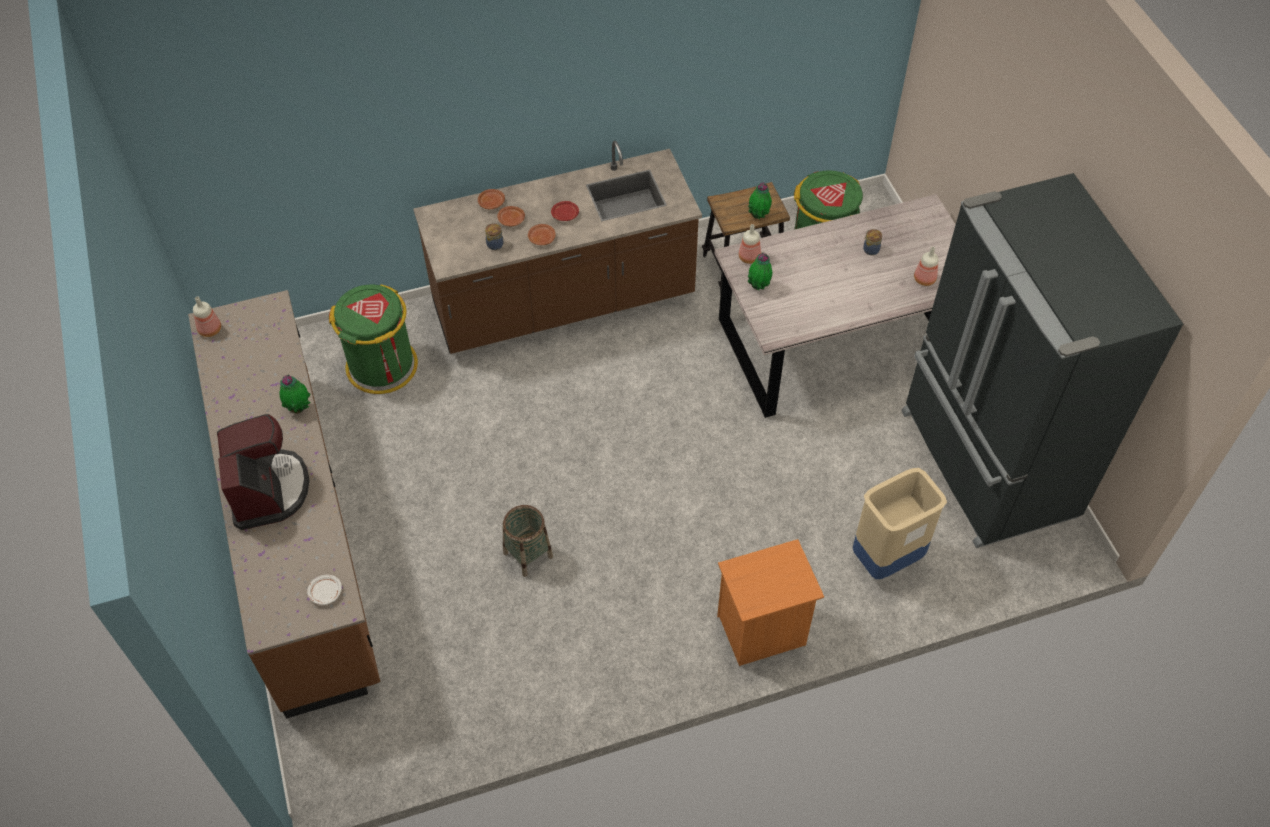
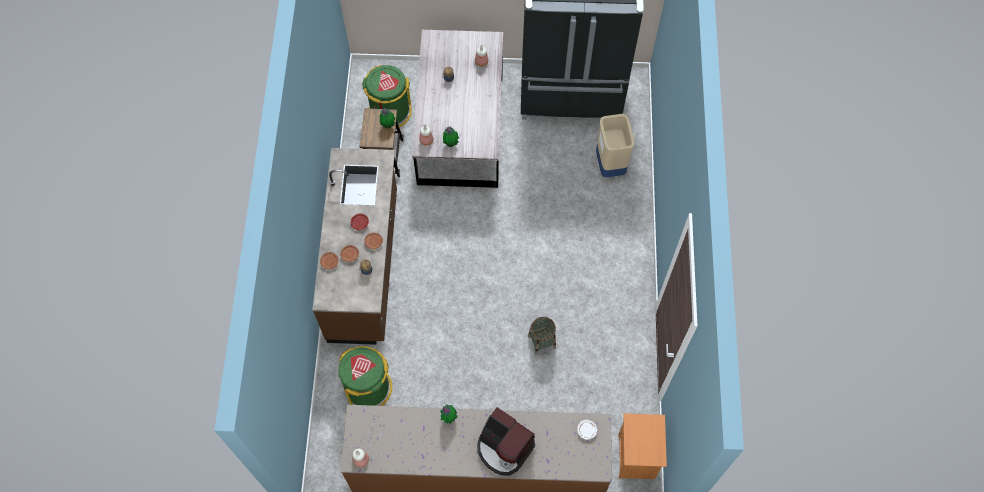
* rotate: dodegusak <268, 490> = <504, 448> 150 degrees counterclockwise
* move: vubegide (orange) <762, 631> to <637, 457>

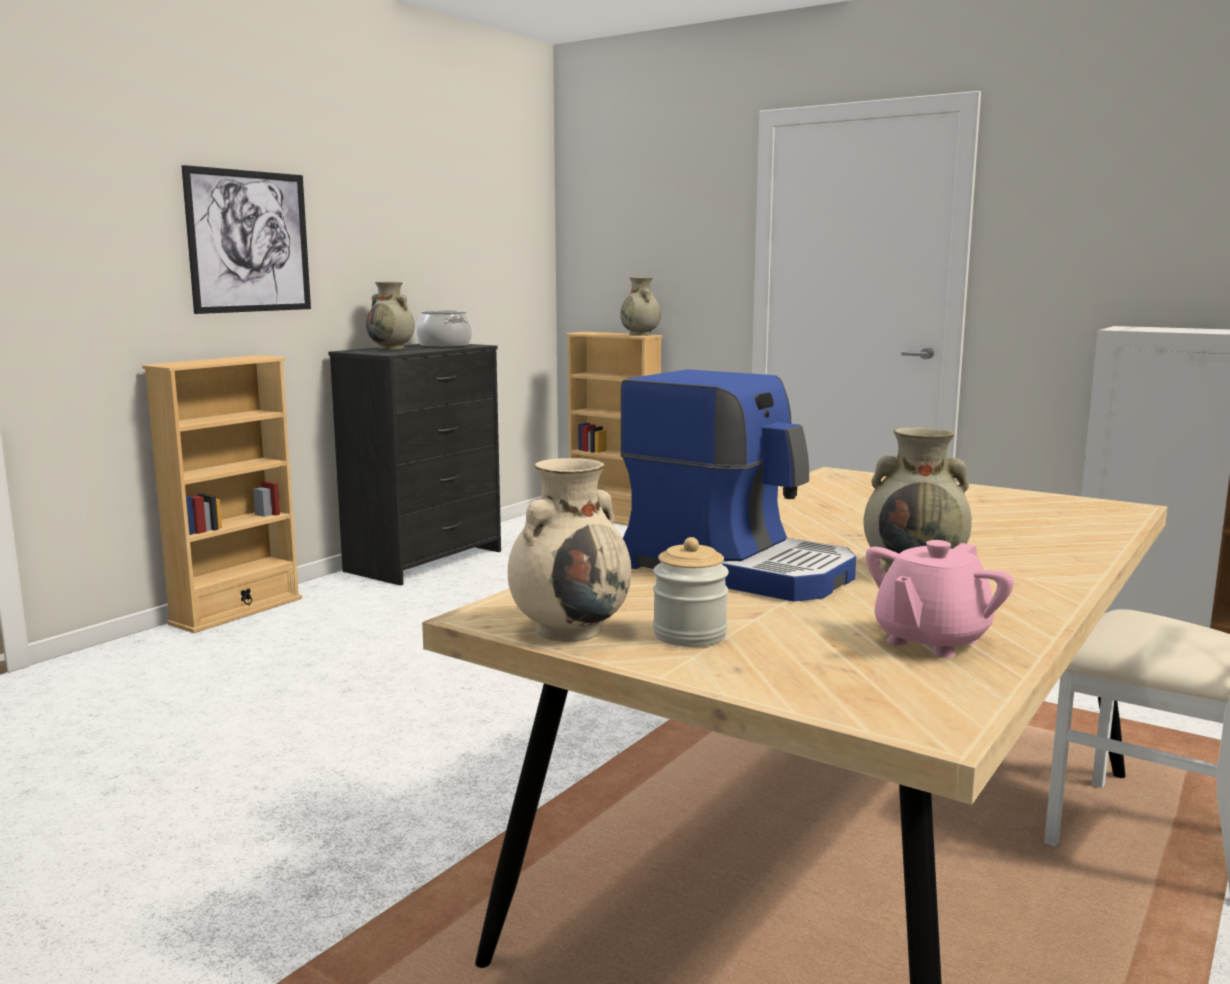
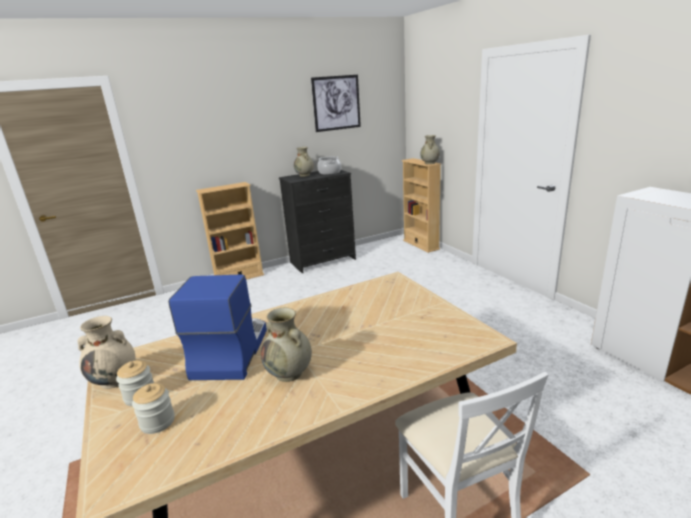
* move: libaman <249, 241> to <336, 103>
* rotate: dodegusak <739, 569> = <230, 352> 150 degrees counterclockwise
* delete: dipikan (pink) <930, 641>
* insert: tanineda <157, 422>

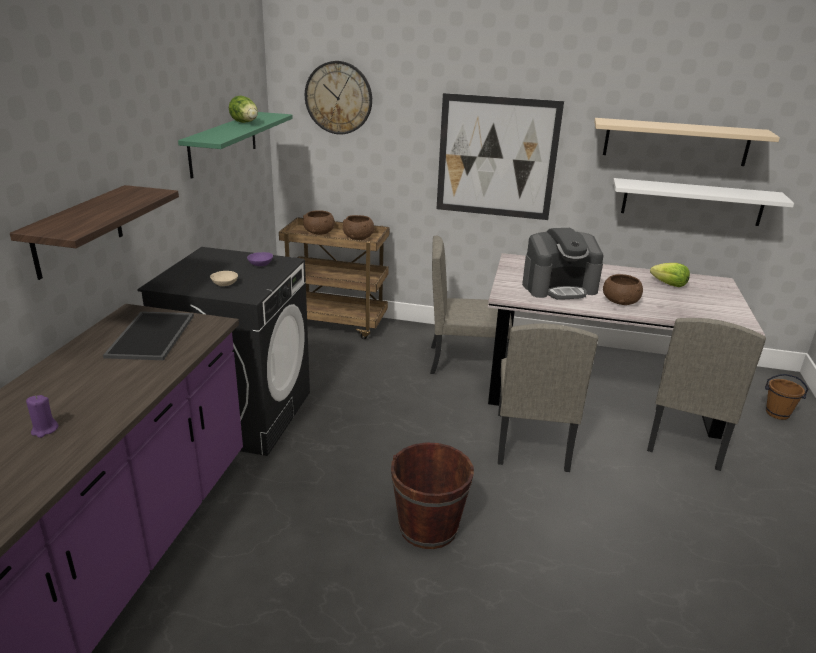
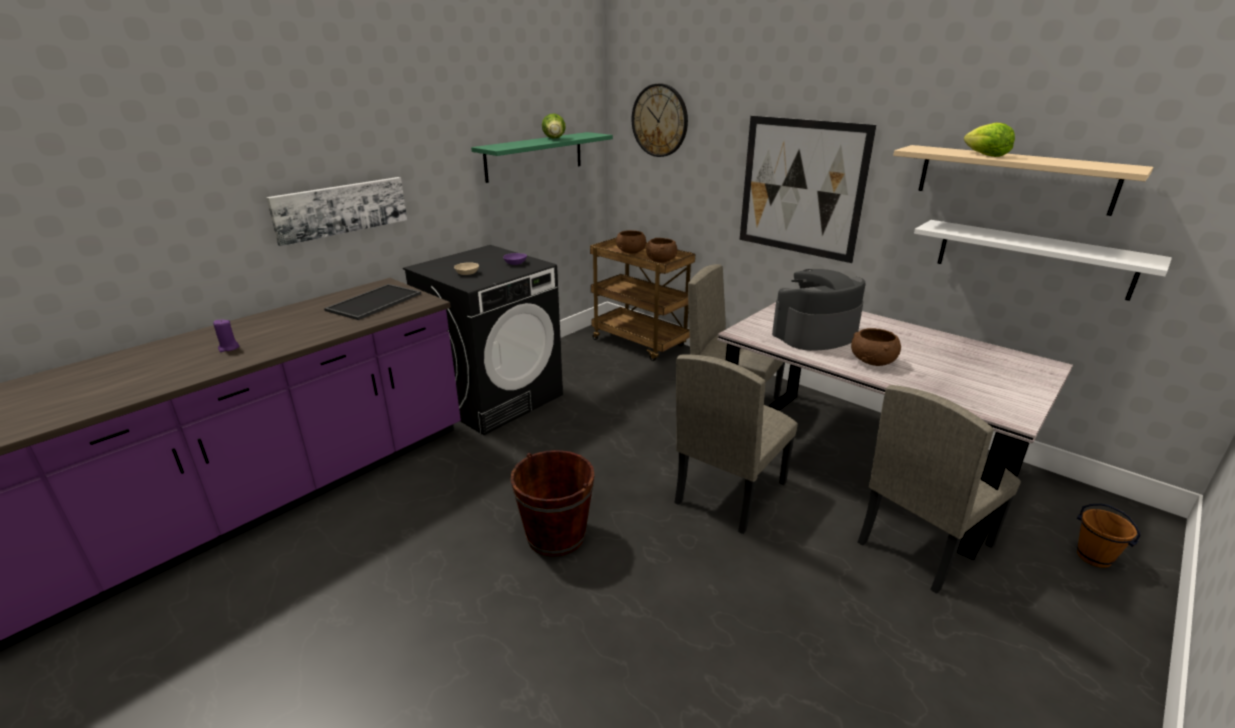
* replace: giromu <78, 231> to libaman <341, 209>
* rotate: dodegusak <559, 287> = <814, 334> 135 degrees clockwise
* move: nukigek <669, 284> to <985, 155>

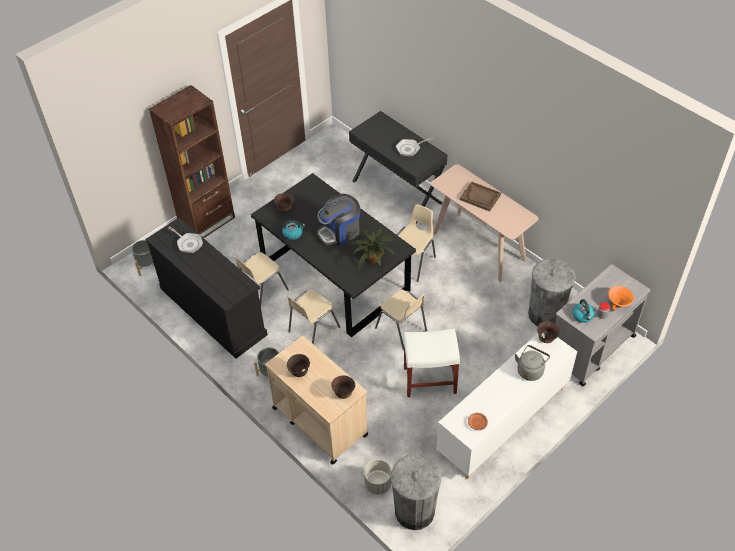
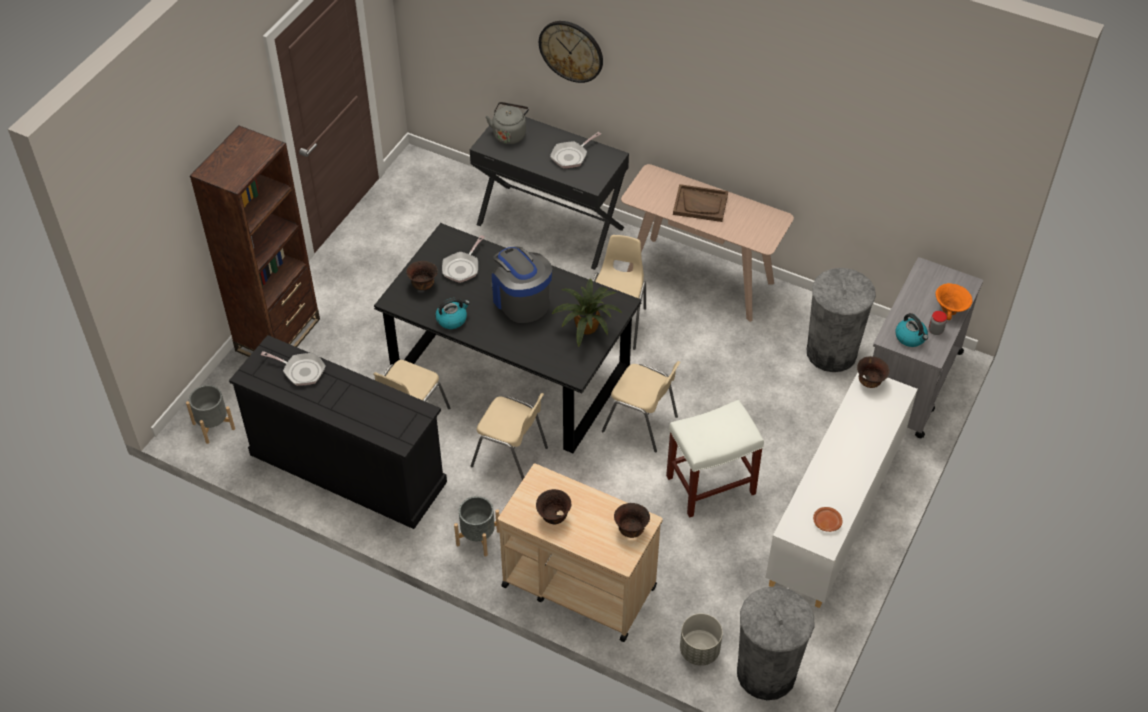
* rotate: dodegusak <340, 232> = <521, 300> 105 degrees clockwise
* rotate: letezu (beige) <312, 330> = <511, 457> 90 degrees counterclockwise
* move: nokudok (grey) <530, 370> to <509, 134>
* insert: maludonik <571, 51>
* insert: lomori <462, 267>

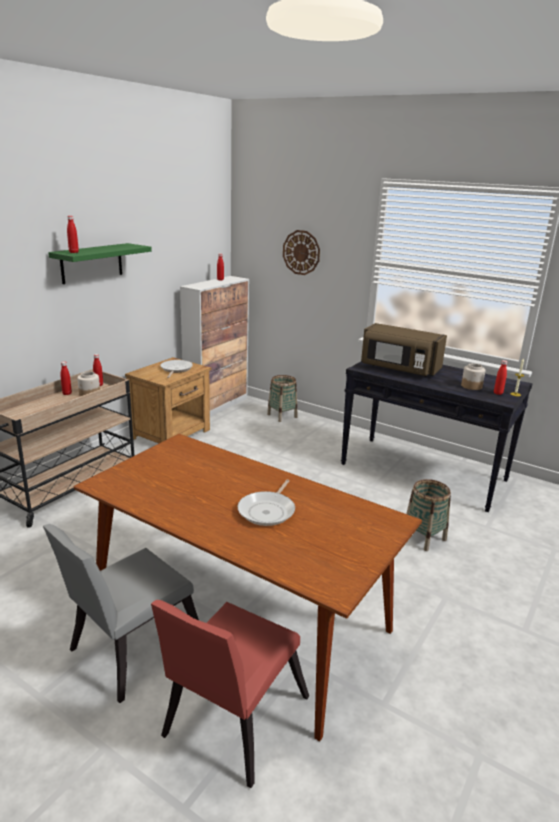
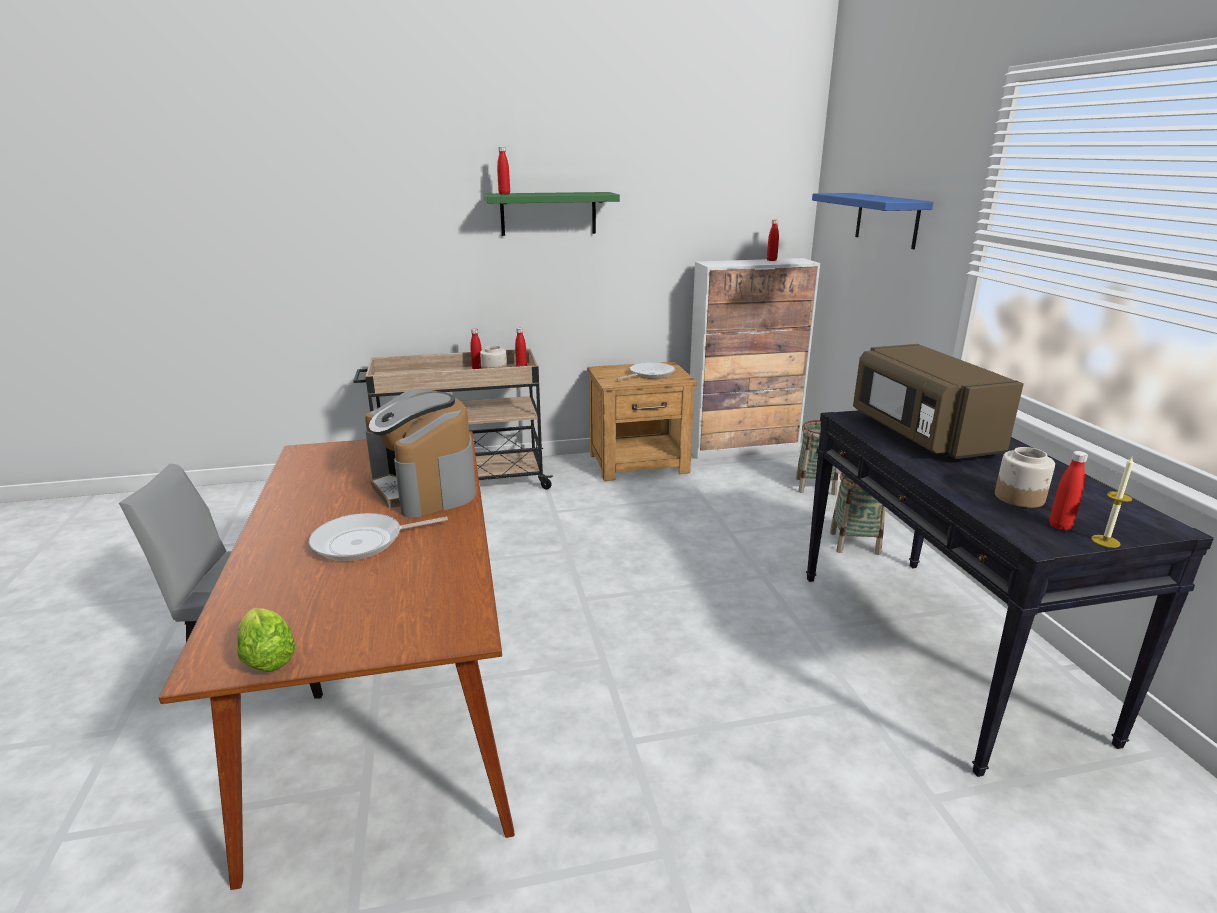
* replace: maludonik <301, 252> to giromu (blue) <887, 220>
* move: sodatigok <423, 538> to <854, 543>
* delete: letezu (red) <230, 721>
* insert: dodegusak <425, 487>
* insert: nukigek <267, 656>

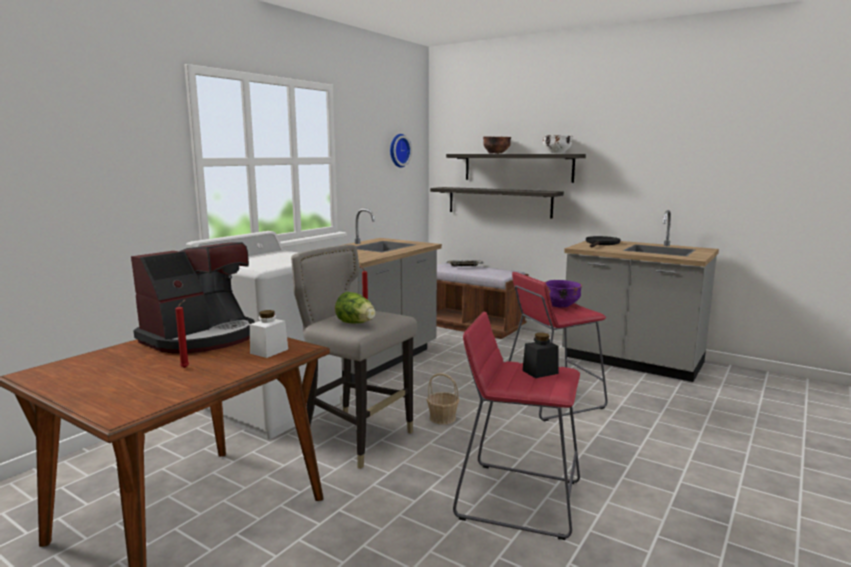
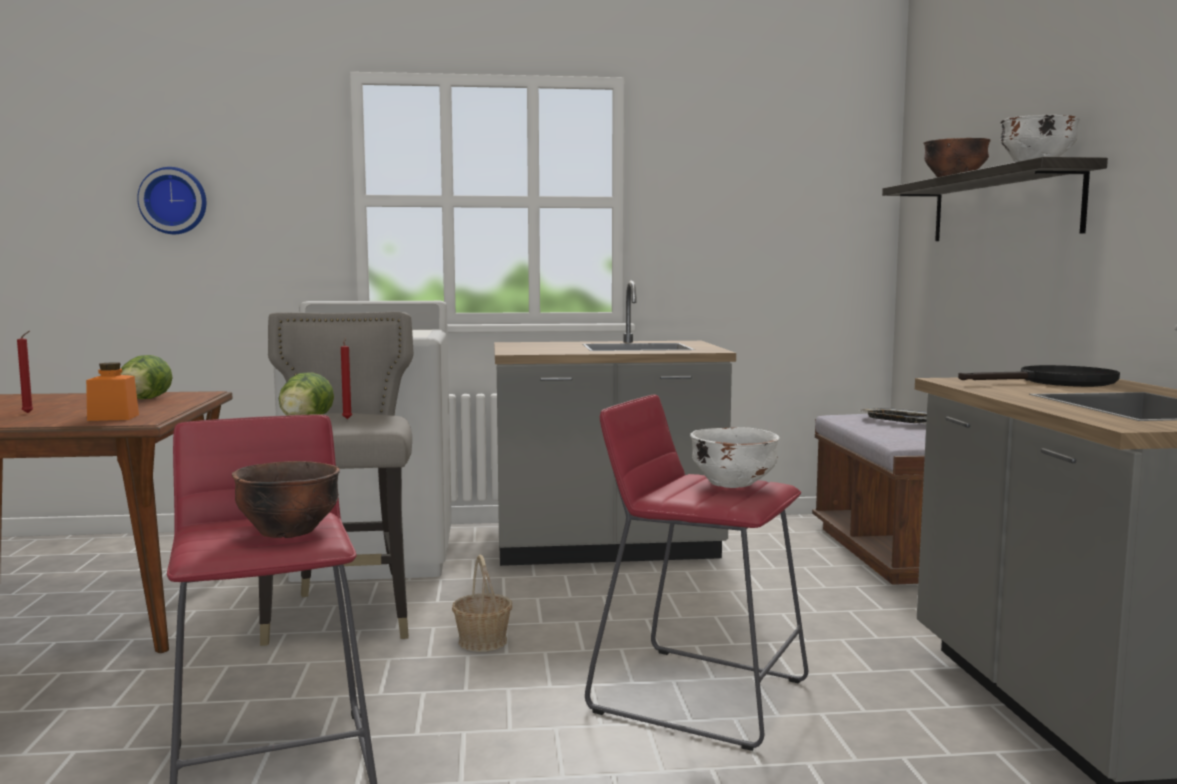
* move: maludonik <398, 150> to <174, 201>
* delete: giromu <499, 202>
* replace: dodegusak <201, 338> to nukigek <143, 400>
* recolor: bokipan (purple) <561, 305> to bokipan (white) <734, 485>
* recolor: tanineda (white) <269, 351> to tanineda (orange) <113, 417>
* replace: tanineda (black) <540, 372> to bokipan (brown) <287, 531>

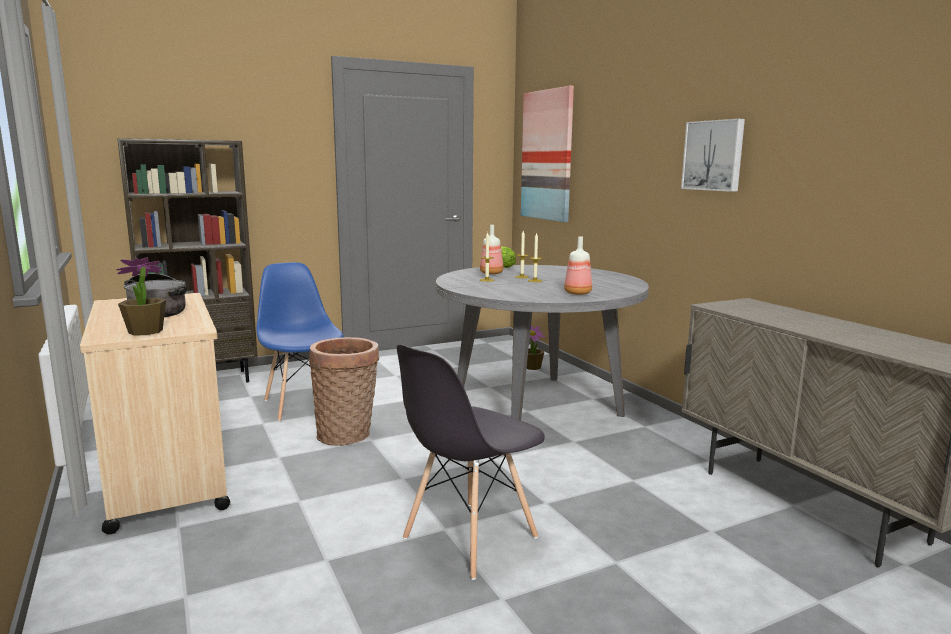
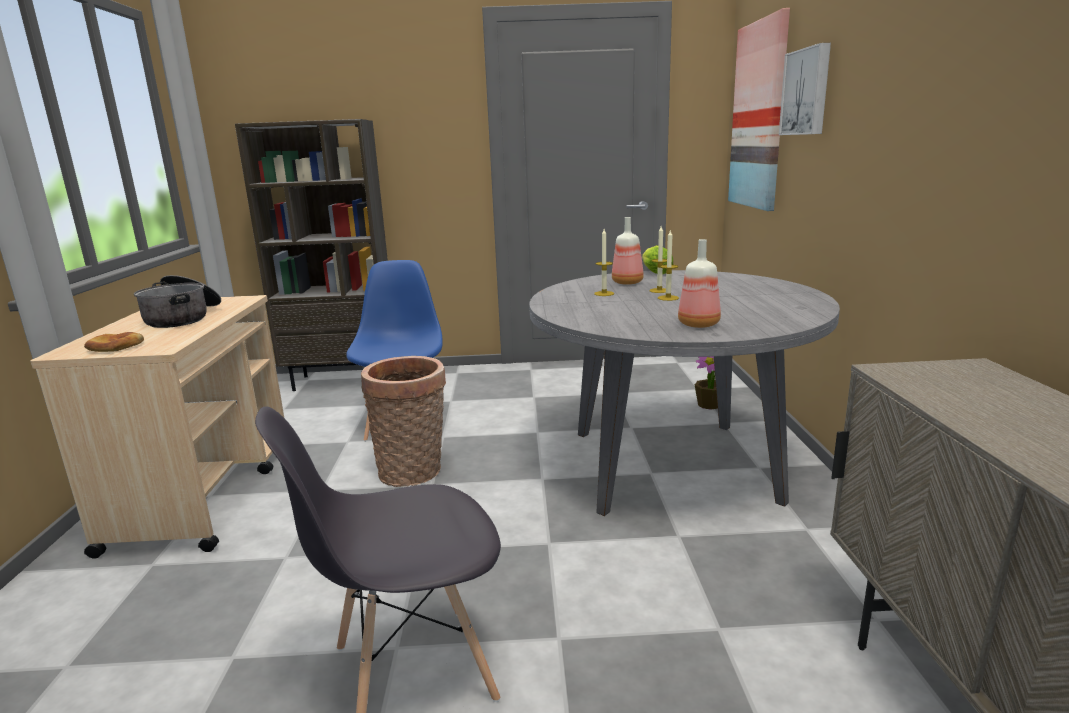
* move: libaman <714, 155> to <807, 92>
* replace: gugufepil <145, 331> to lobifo <115, 346>

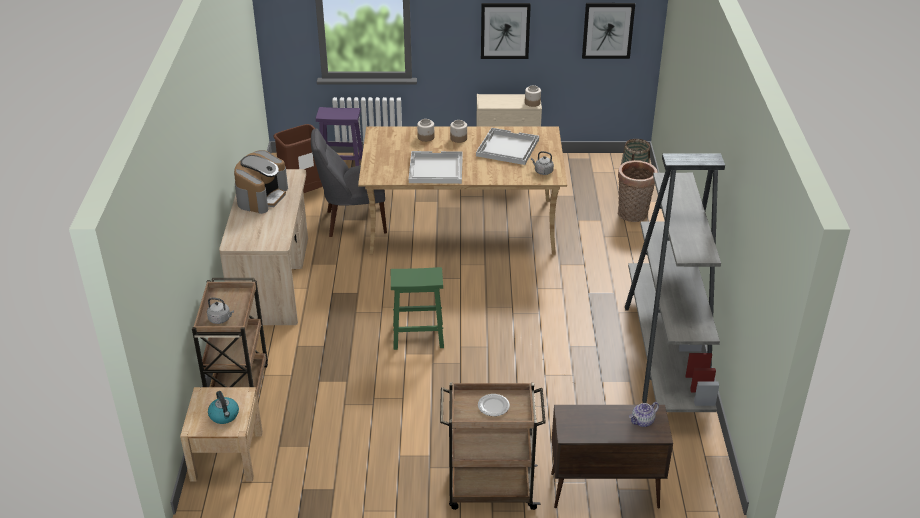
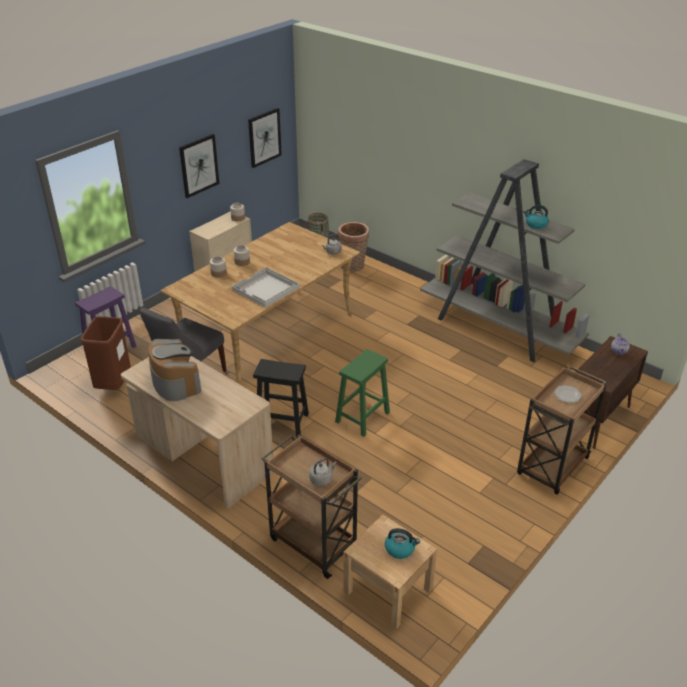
* delete: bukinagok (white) <507, 148>
* insert: nokudok <536, 224>
* insert: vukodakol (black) <283, 422>

